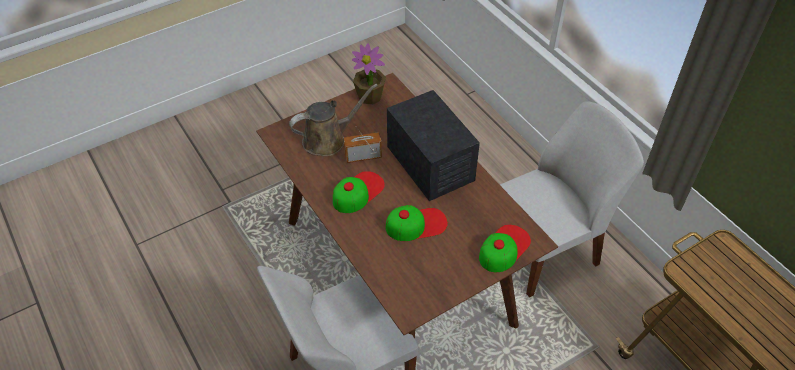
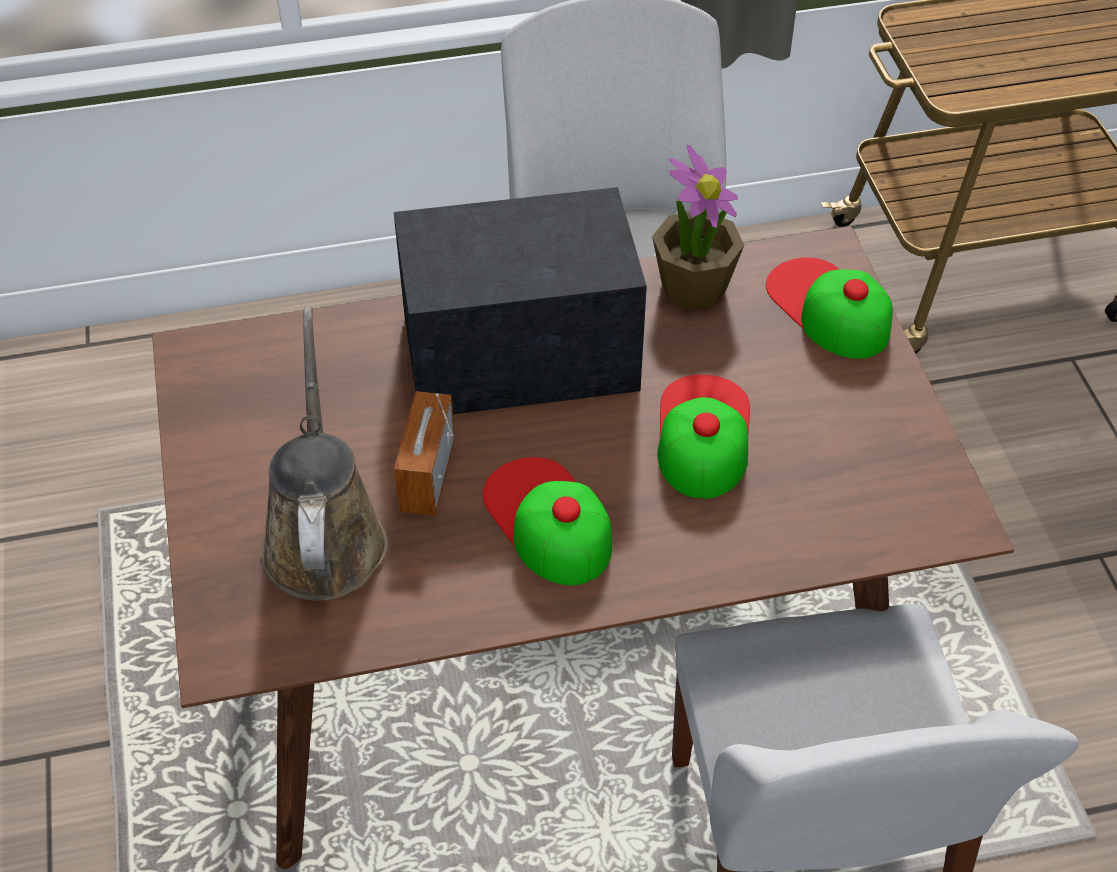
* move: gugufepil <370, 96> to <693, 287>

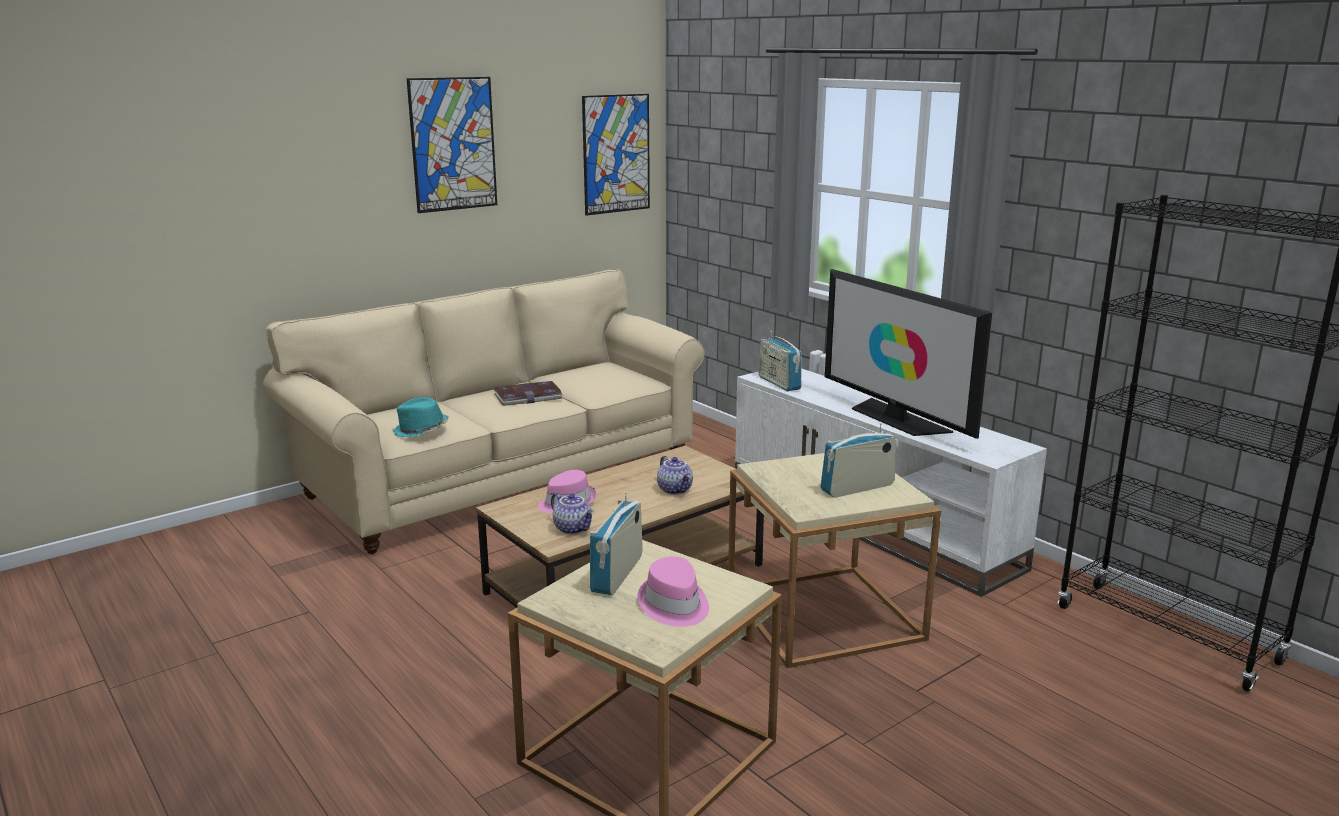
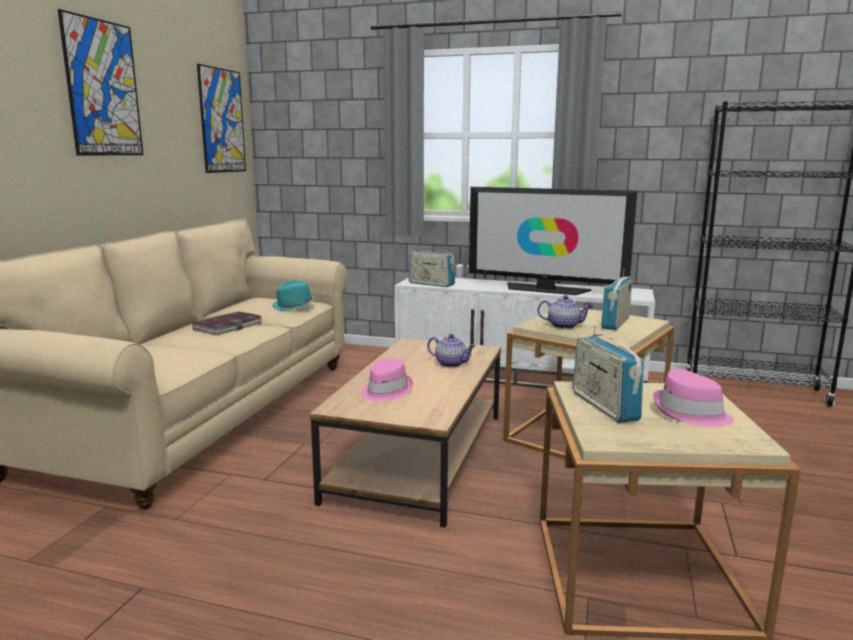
* move: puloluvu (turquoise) <421, 431> to <294, 306>
* move: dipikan <574, 528> to <564, 326>

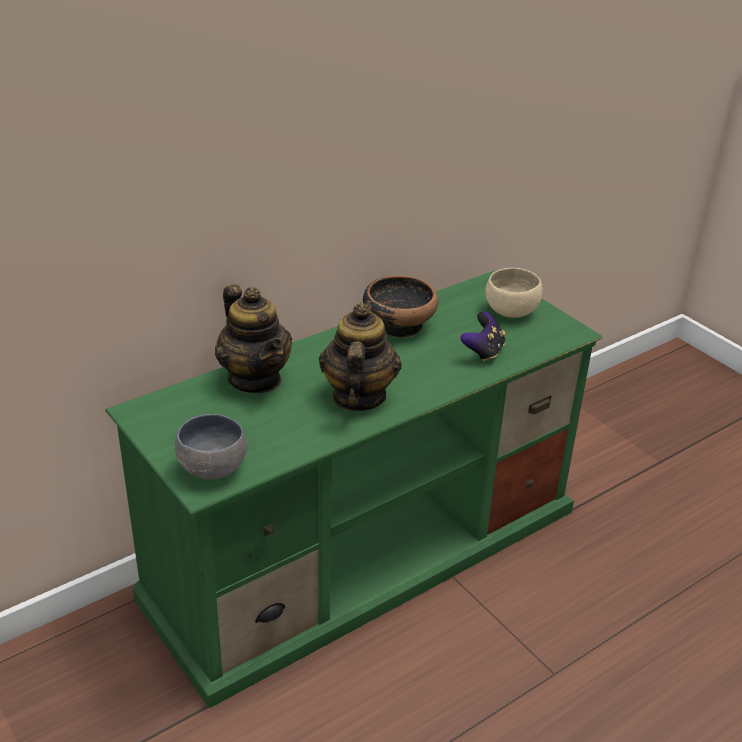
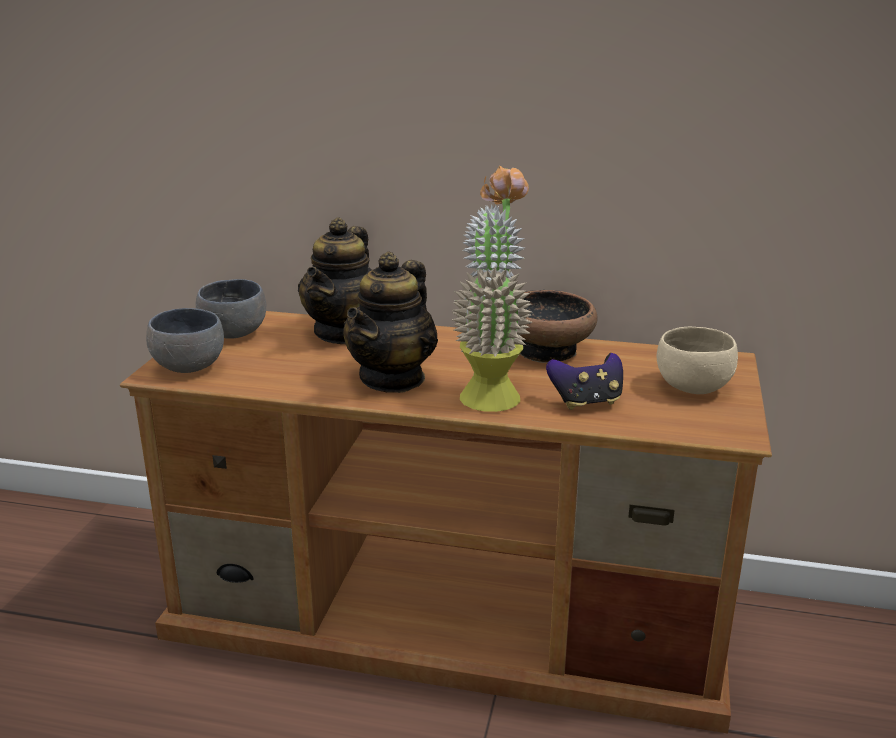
* recolor: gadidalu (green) <366, 550> to gadidalu (brown) <452, 617>
* rotate: dipikan <358, 397> = <393, 378> 150 degrees clockwise
* insert: gugufepil <492, 391>
* insert: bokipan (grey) <235, 334>

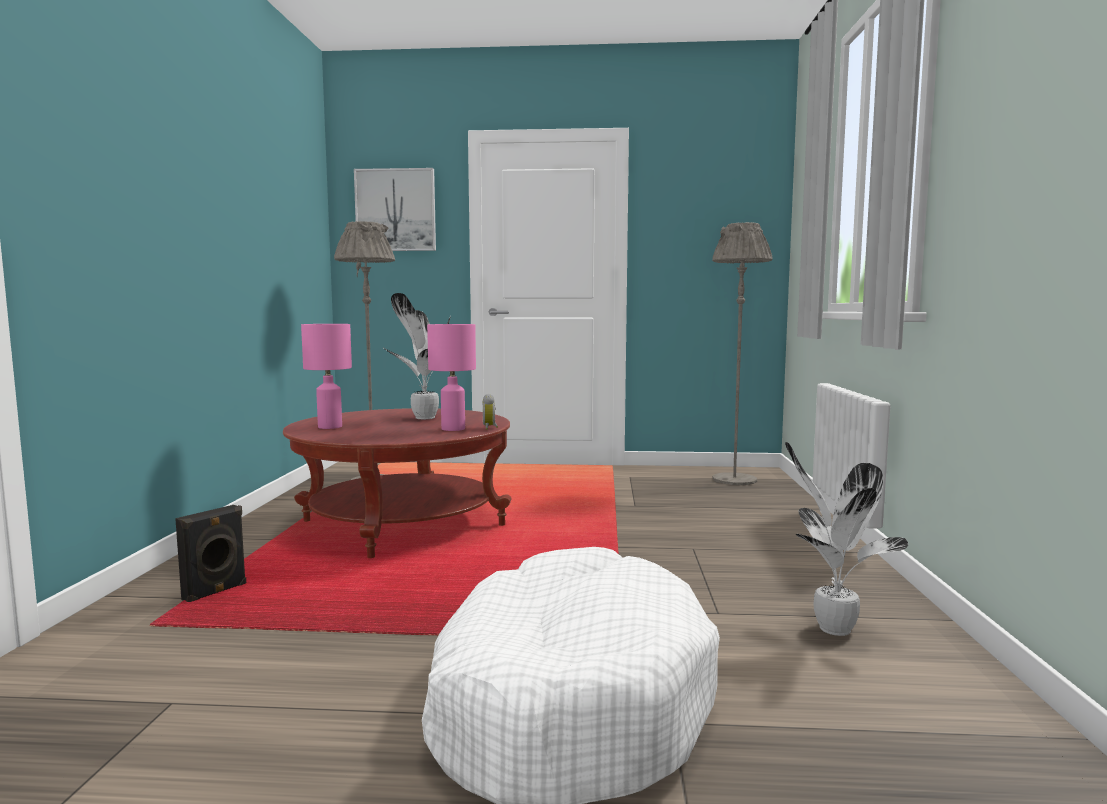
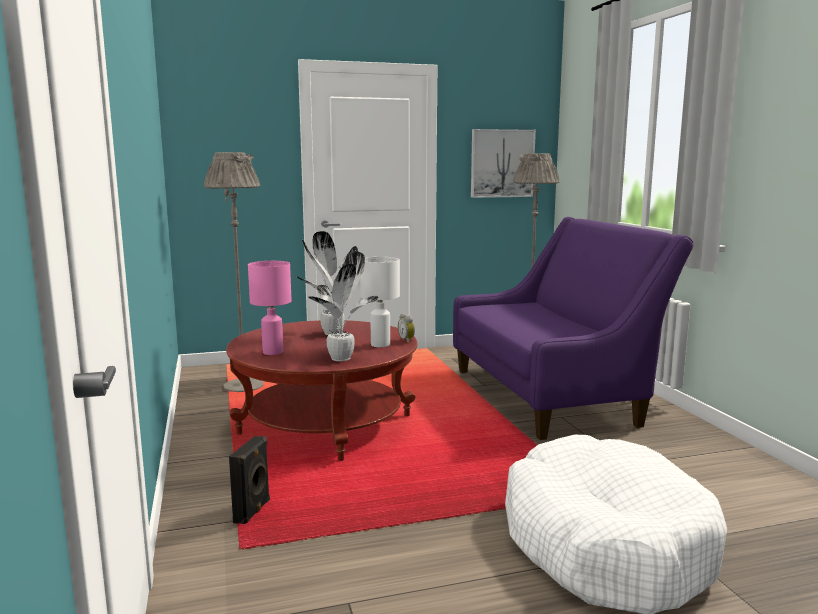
* move: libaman <396, 210> to <502, 163>
* recolor: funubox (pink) <453, 429> to funubox (white) <380, 344>
* move: gugufepil <831, 628> to <338, 358>
* insert: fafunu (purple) <552, 394>

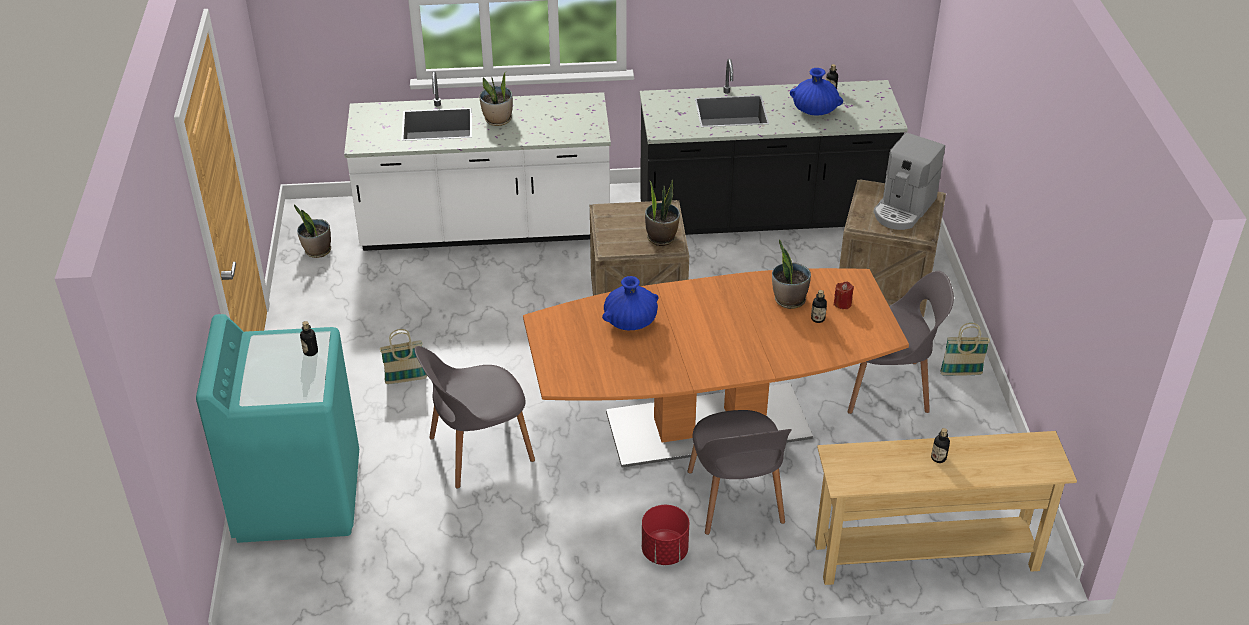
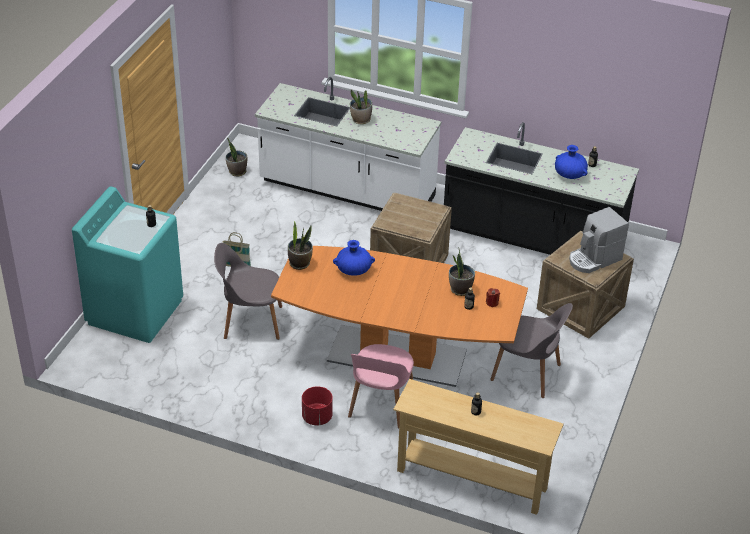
* move: gugufepil <661, 237> to <300, 263>
* delete: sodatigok <961, 373>
* recolor: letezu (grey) <735, 499> to letezu (pink) <380, 404>

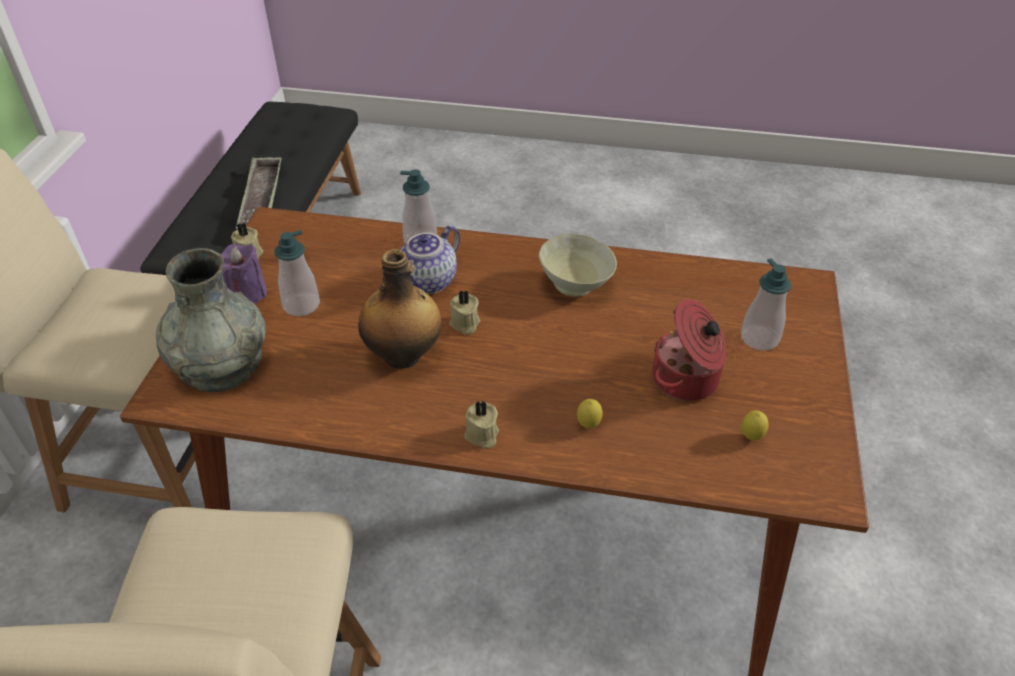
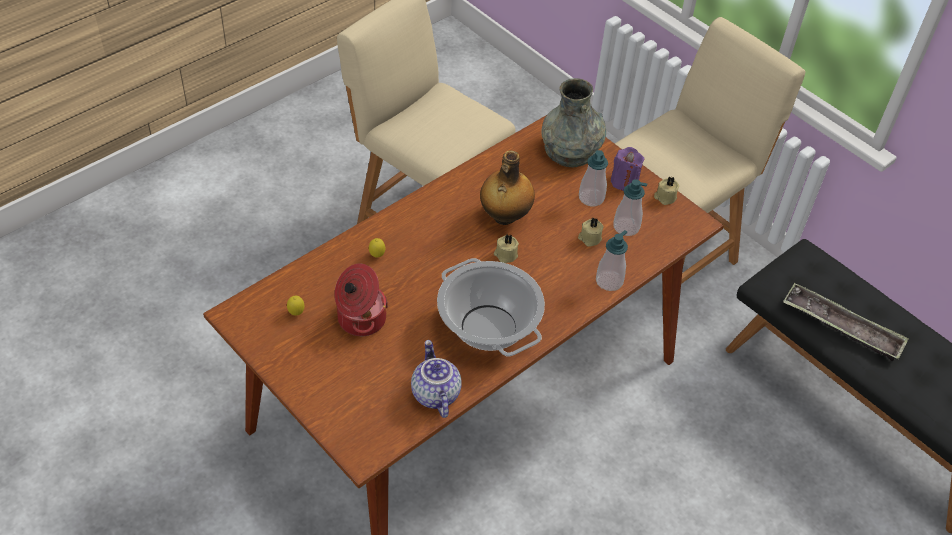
* move: dipikan <429, 282> to <434, 394>
* replace: bokipan (beige) <576, 286> to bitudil <487, 327>
* move: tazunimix <759, 338> to <626, 227>
* move: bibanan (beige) <482, 435> to <589, 238>

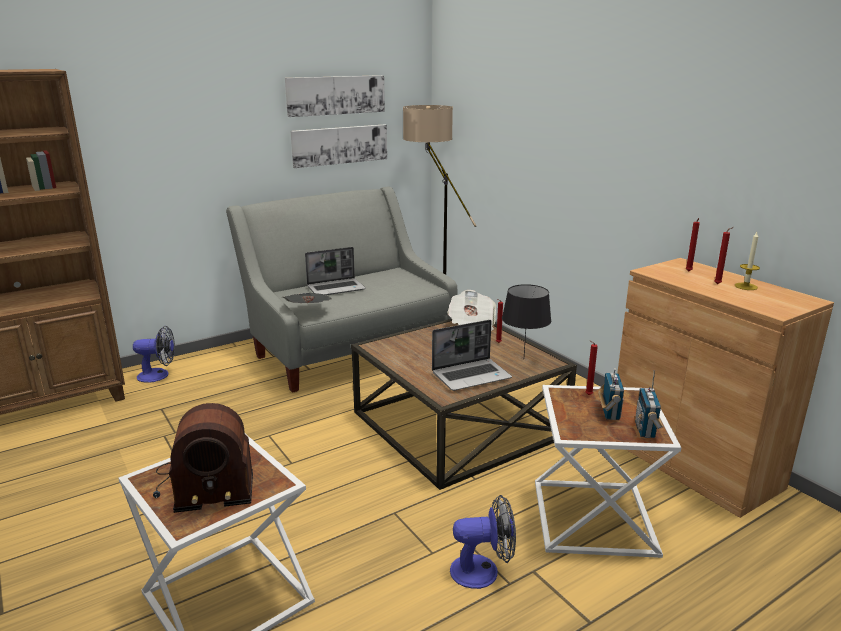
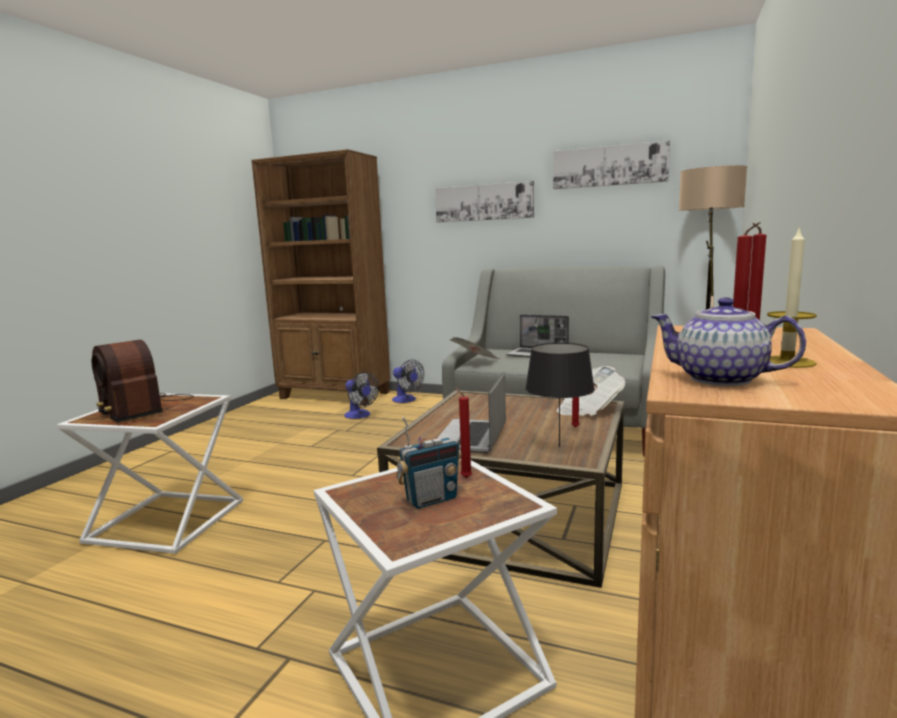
* move: libaman <340, 145> to <484, 202>
* rotate: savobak <471, 375> = <472, 438> 75 degrees clockwise
* delete: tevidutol <646, 430>
* move: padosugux <483, 570> to <360, 416>
* insert: dipikan <721, 379>

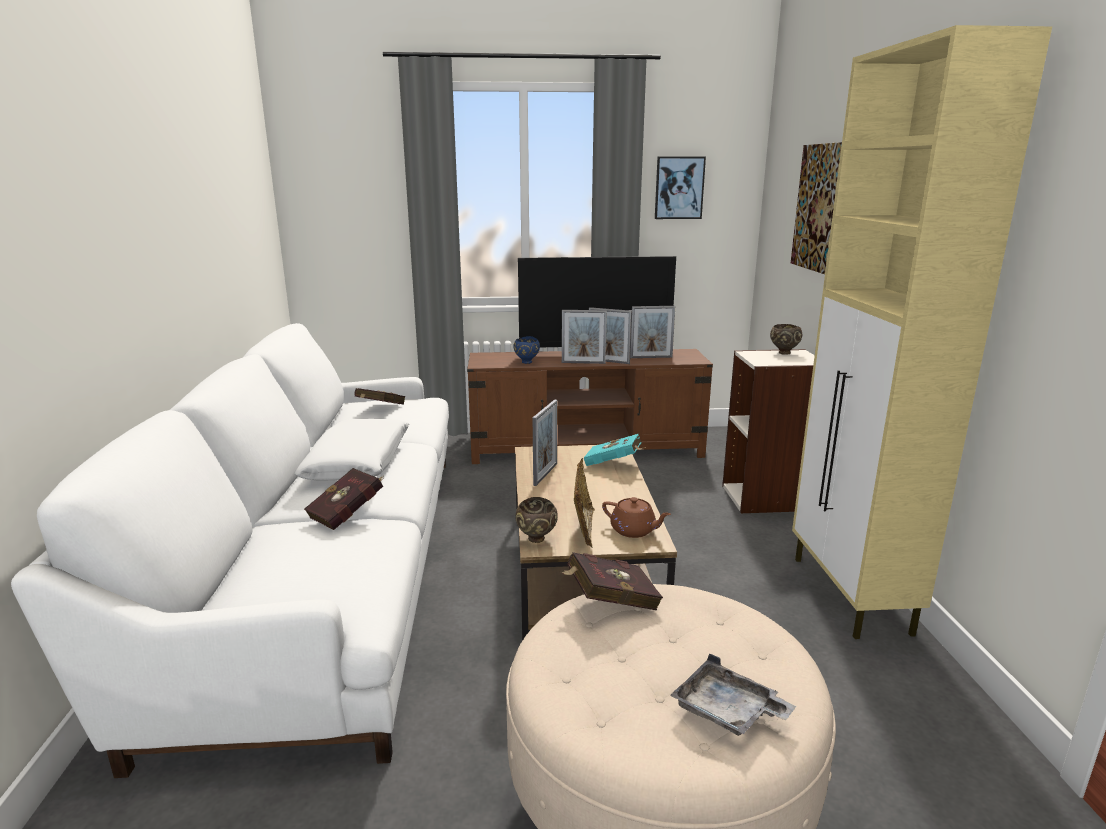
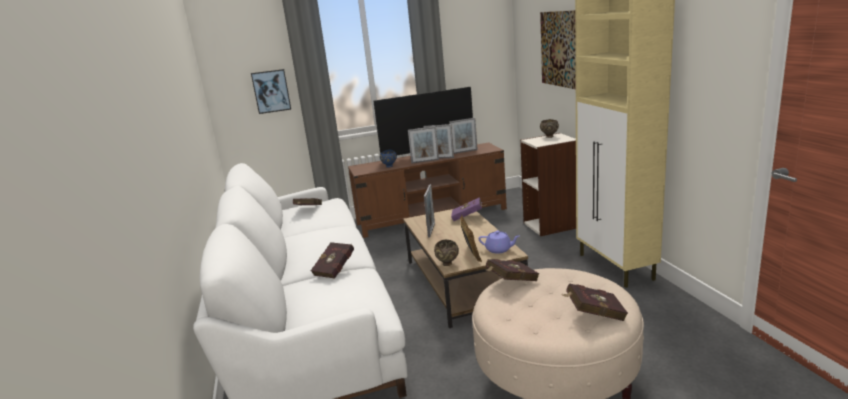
* move: libaman <679, 188> to <271, 91>
* delete: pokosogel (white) <358, 462>
* recolor: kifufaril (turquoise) <614, 464> to kifufaril (purple) <469, 218>
* recolor: dipikan (brown) <634, 530> to dipikan (purple) <499, 249>
* replace: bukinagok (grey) <727, 711> to kifufaril (red) <593, 314>

